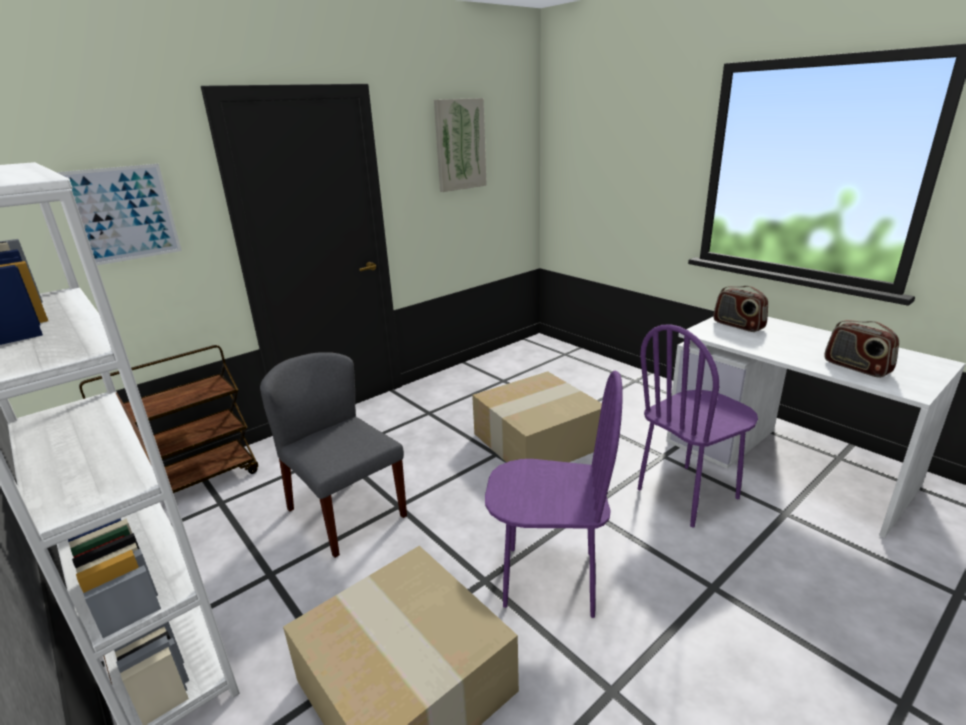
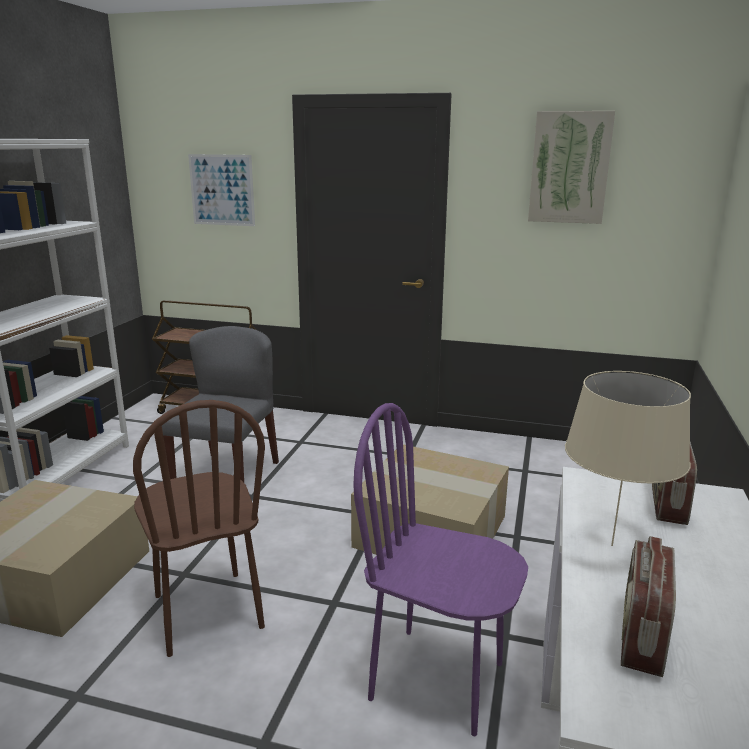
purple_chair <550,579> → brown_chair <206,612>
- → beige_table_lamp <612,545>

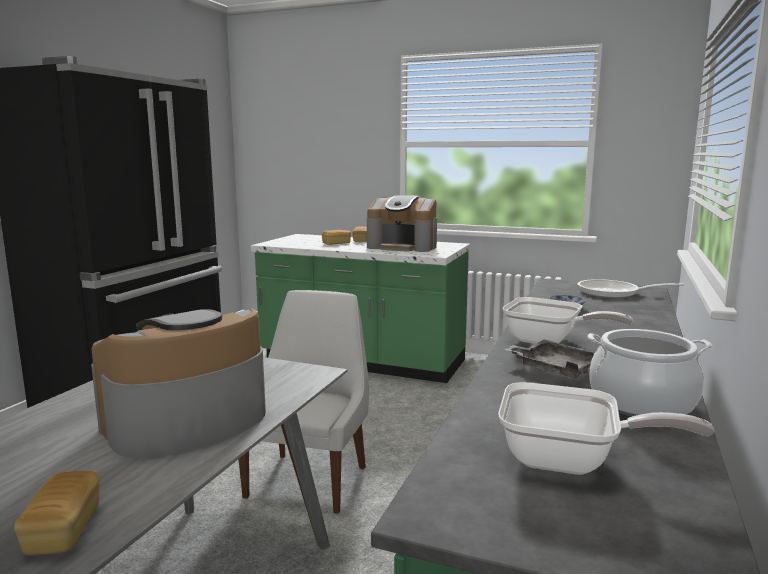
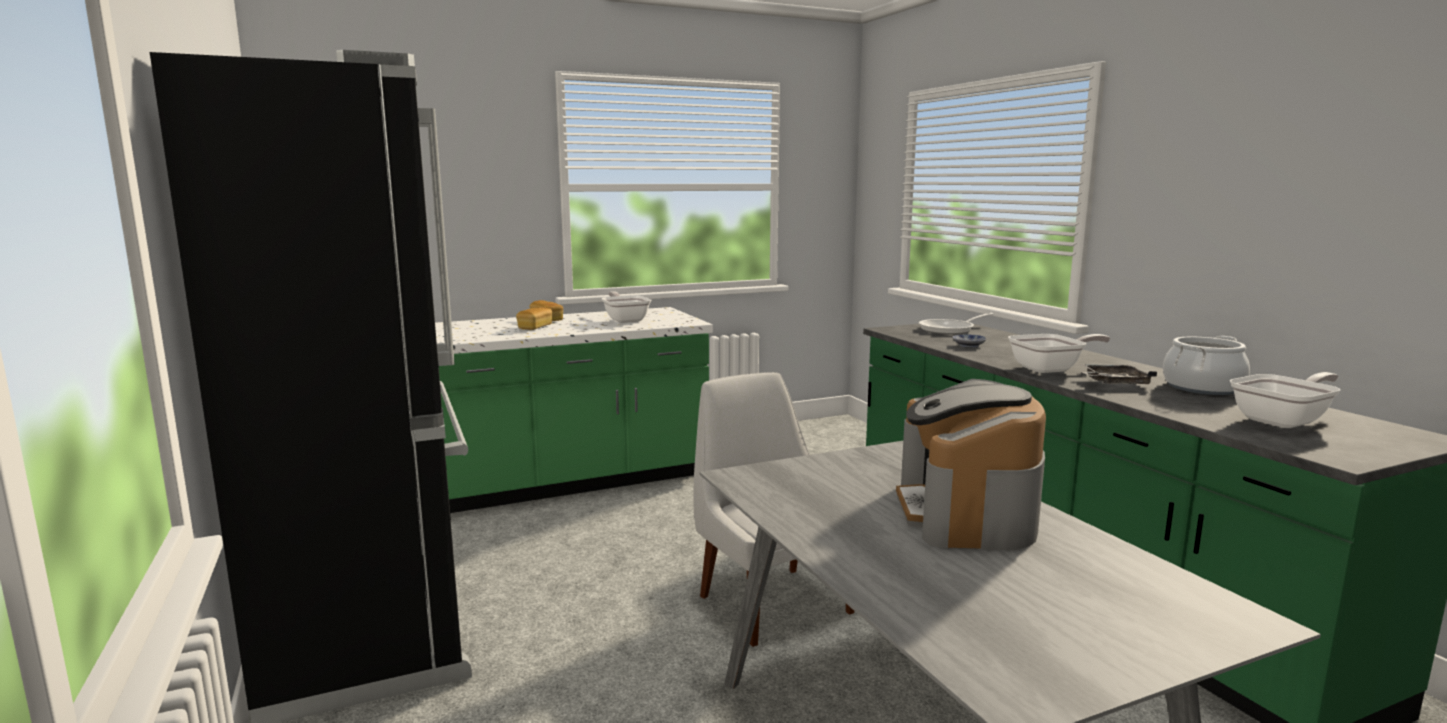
bread <63,531> → -
coffee_machine <403,247> → frying_pan <625,320>

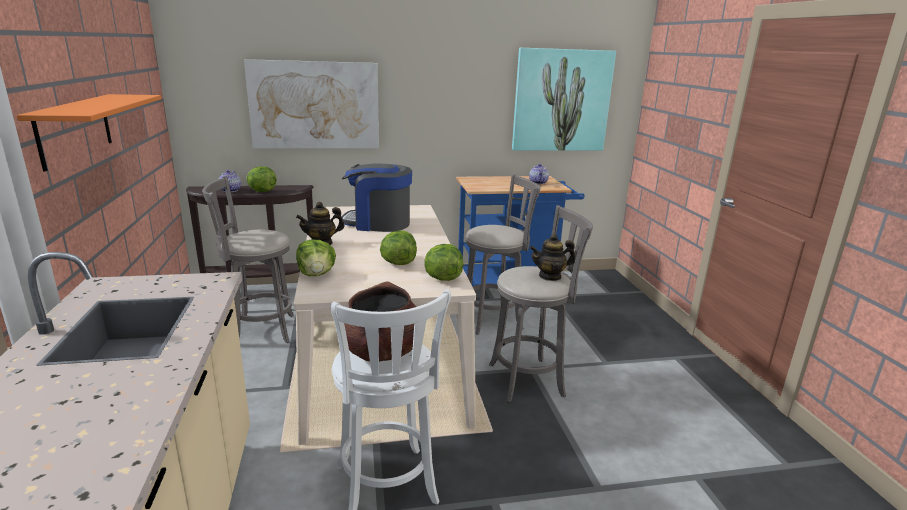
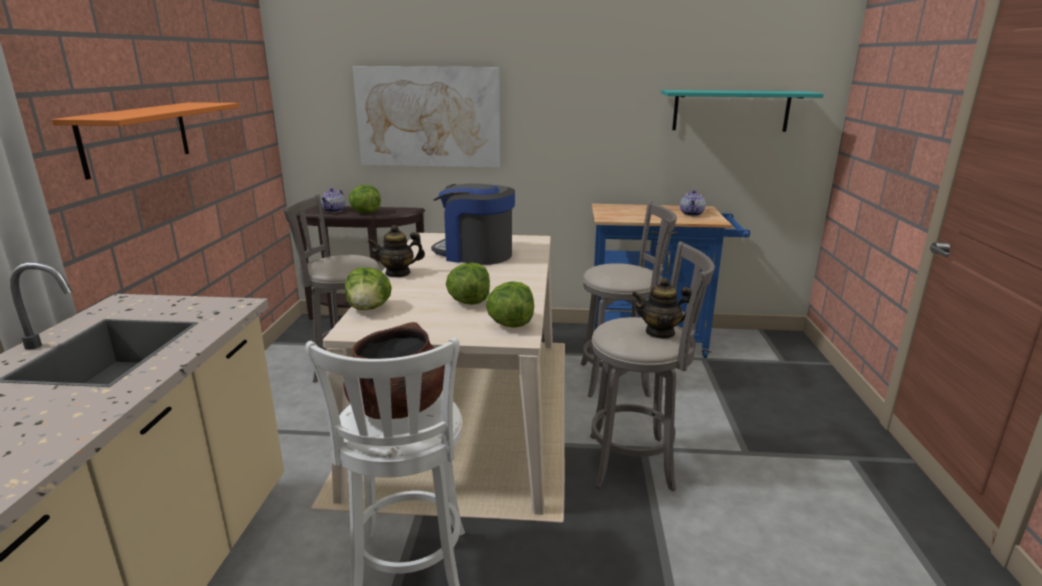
picture <561,100> → turquoise_shelf <731,110>

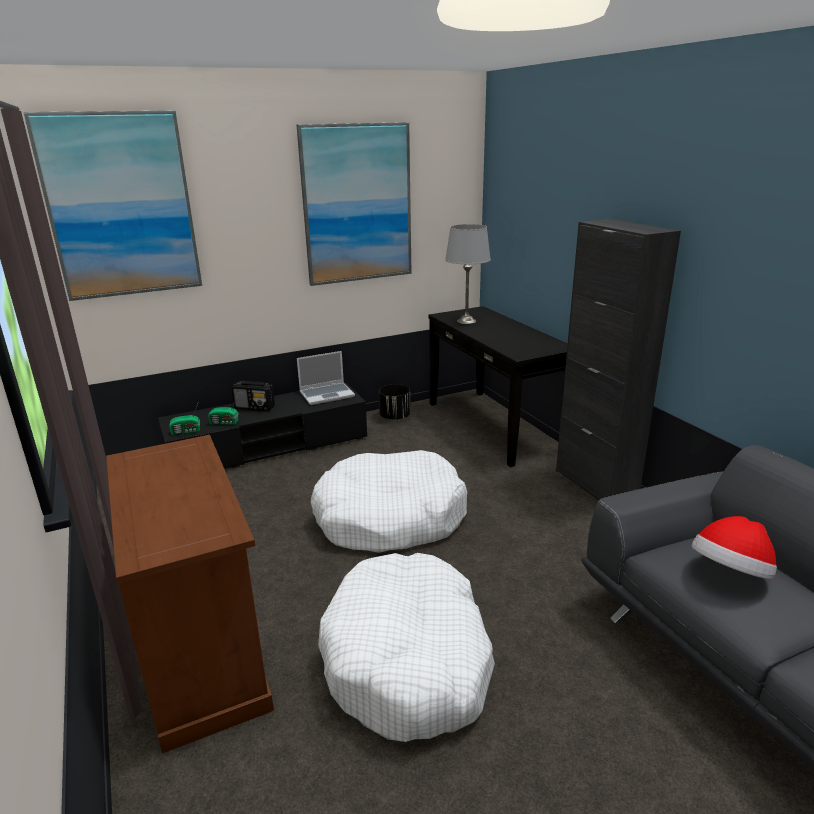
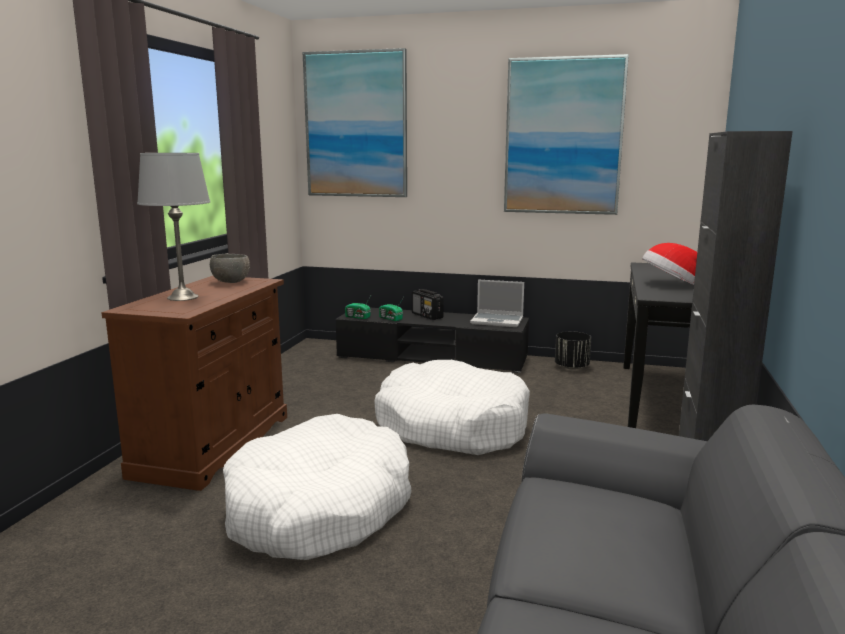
grey_table_lamp <466,321> → grey_table_lamp <183,297>, move
hat <730,573> → hat <670,284>, move
- → grey_bowl <231,282>

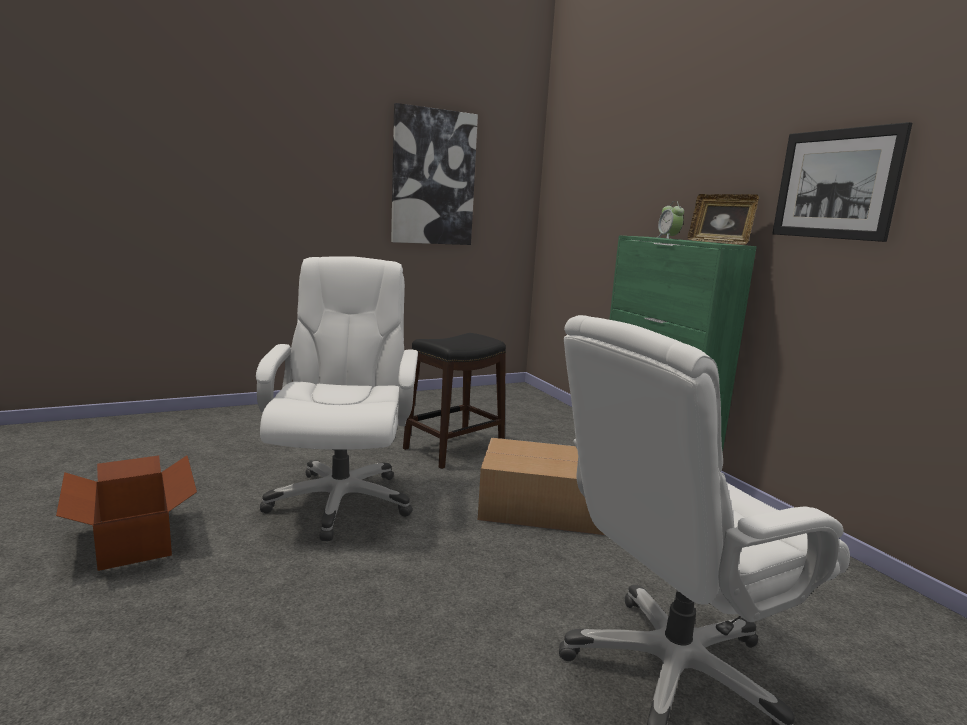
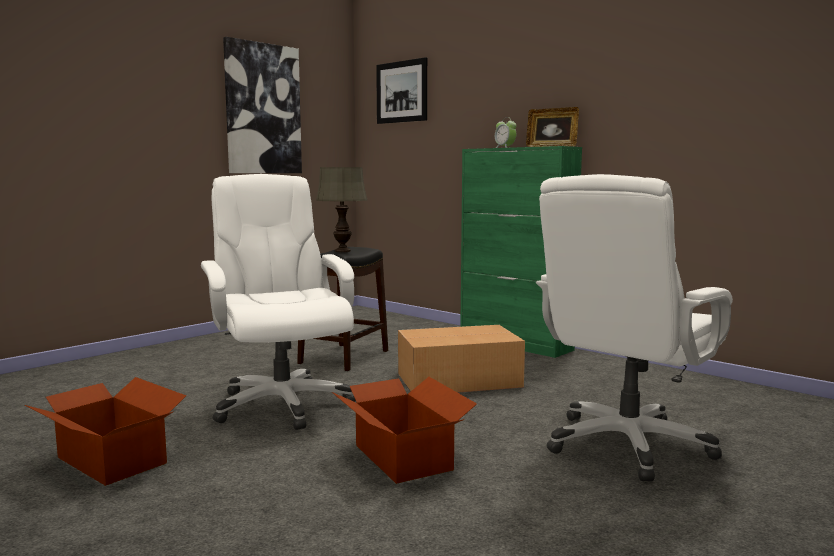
picture <836,184> → picture <401,92>, move
- → grey_table_lamp <342,251>
- → cardboard_box <402,458>

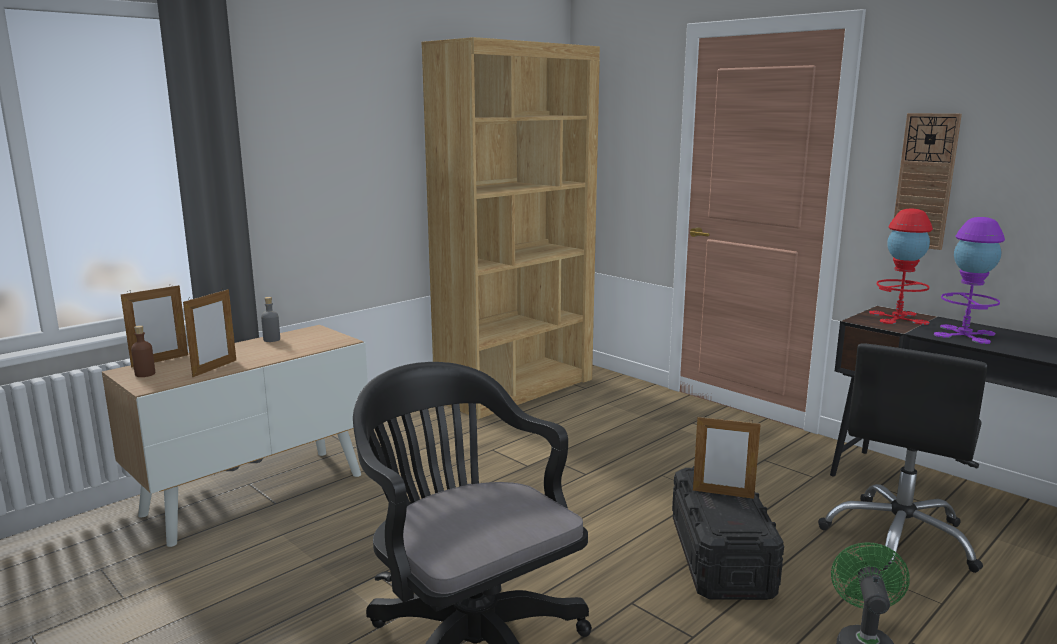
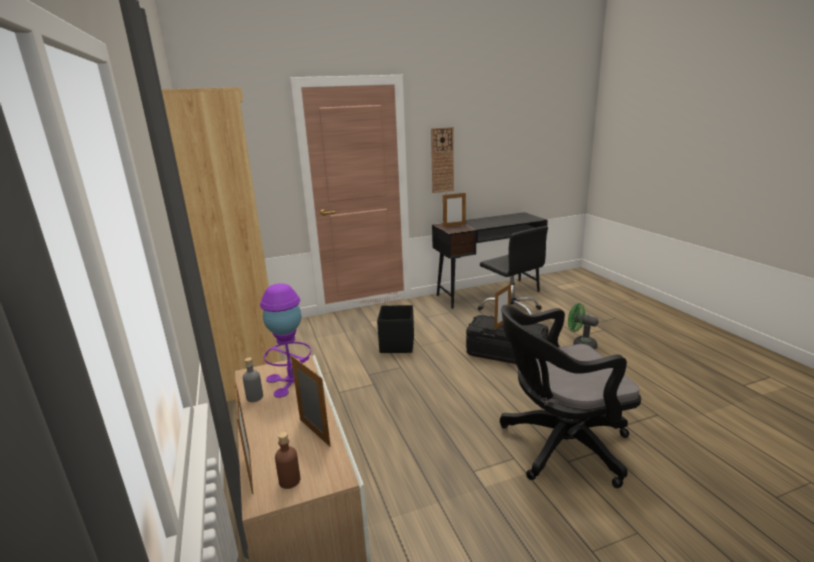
red_table_lamp <898,318> → picture_frame <454,225>
purple_table_lamp <964,334> → purple_table_lamp <292,381>, move
- → black_storage_box <396,345>

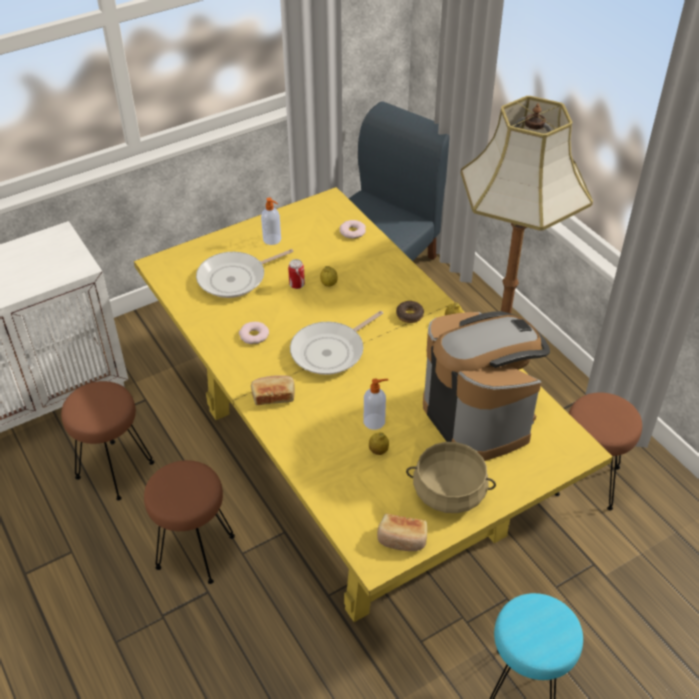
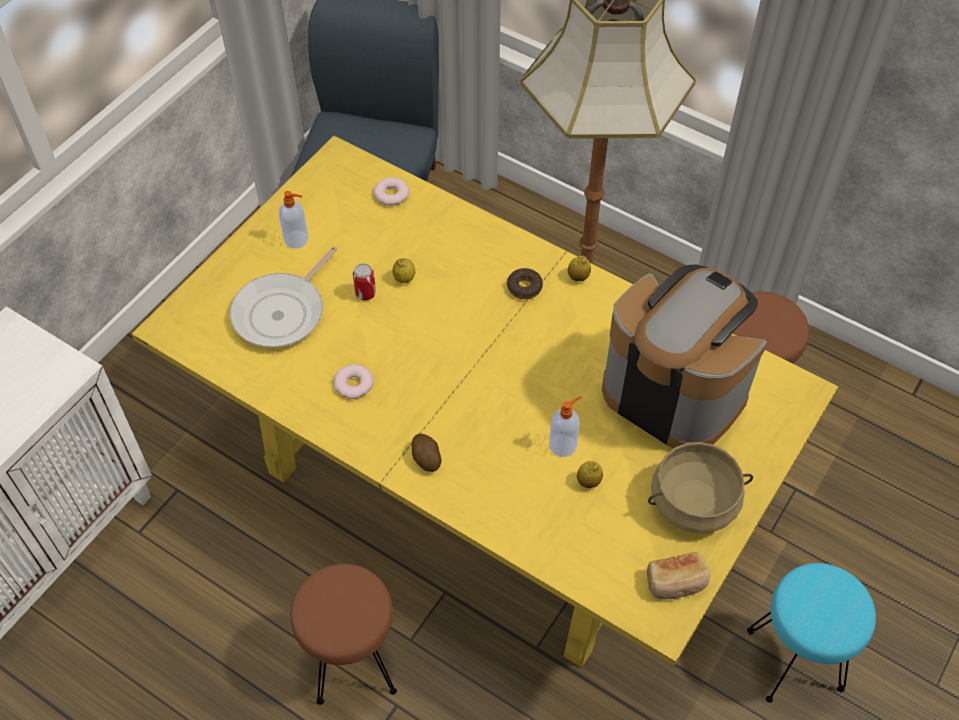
brown_stool <114,469> → -
bread <273,396> → potato <426,458>
frying_pan <331,351> → -

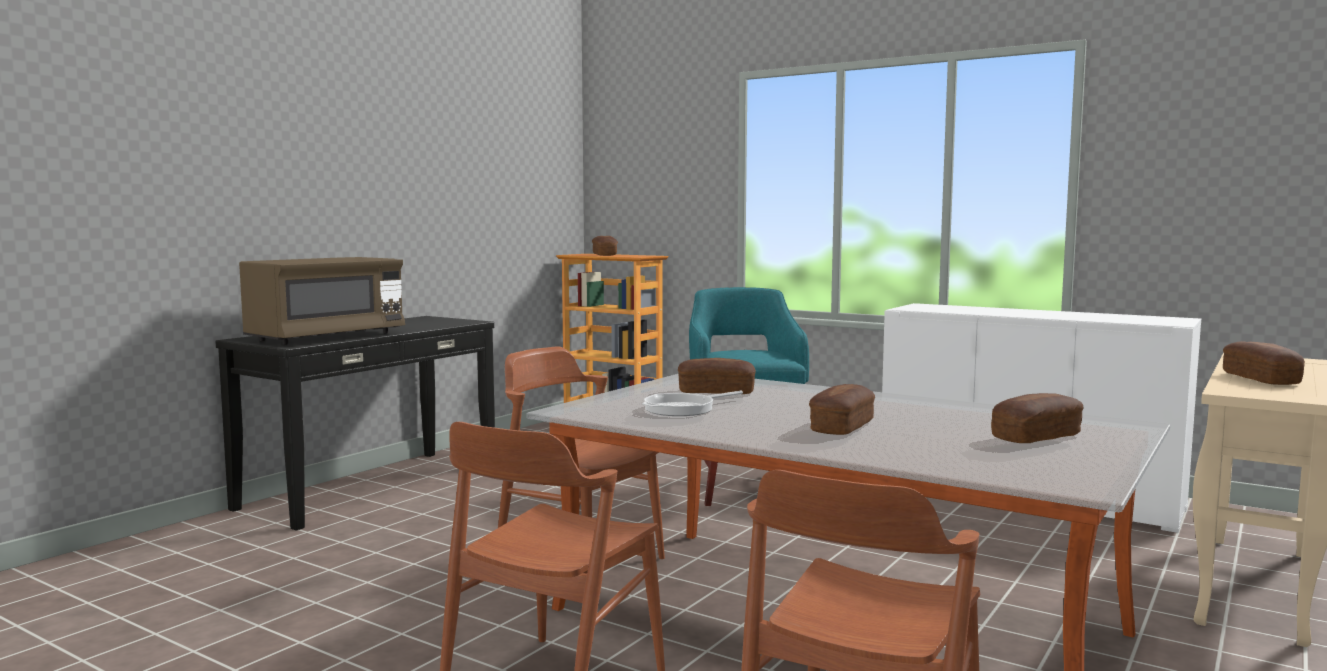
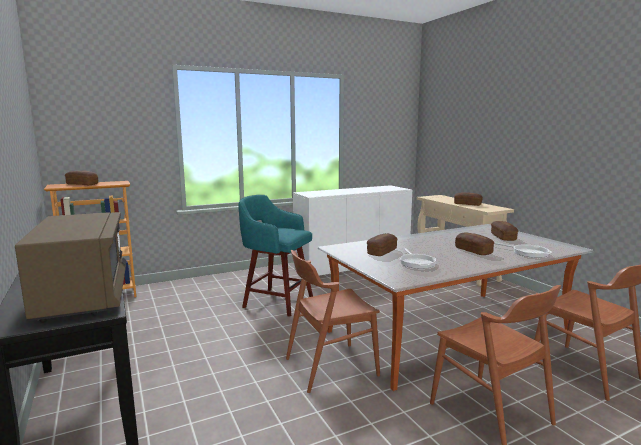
- → frying_pan <527,252>

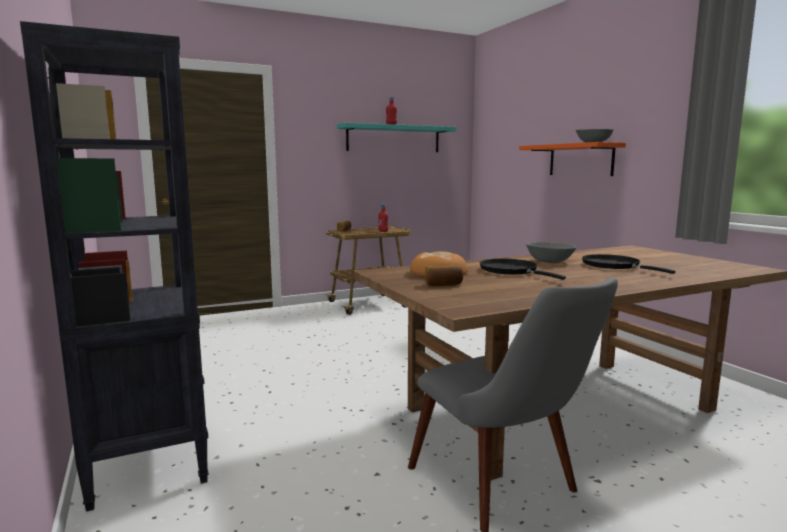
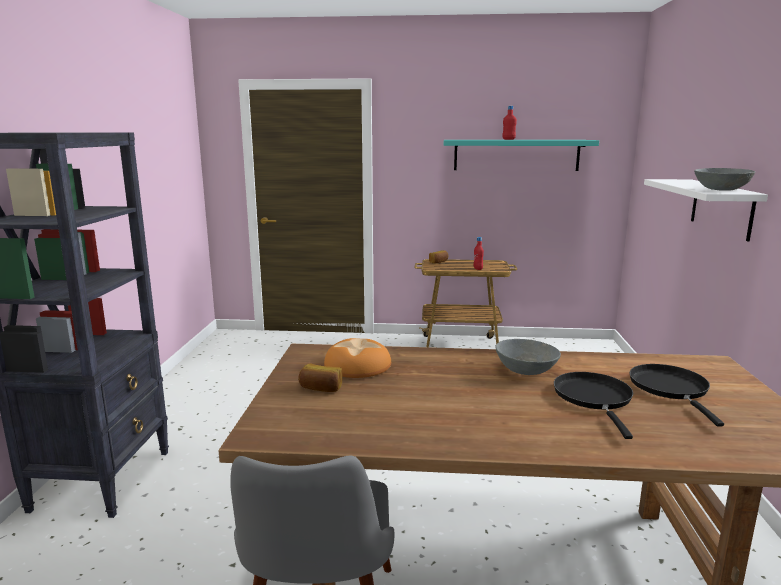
black_frying_pan <511,271> → black_frying_pan <671,389>, move
orange_shelf <580,160> → white_shelf <721,208>

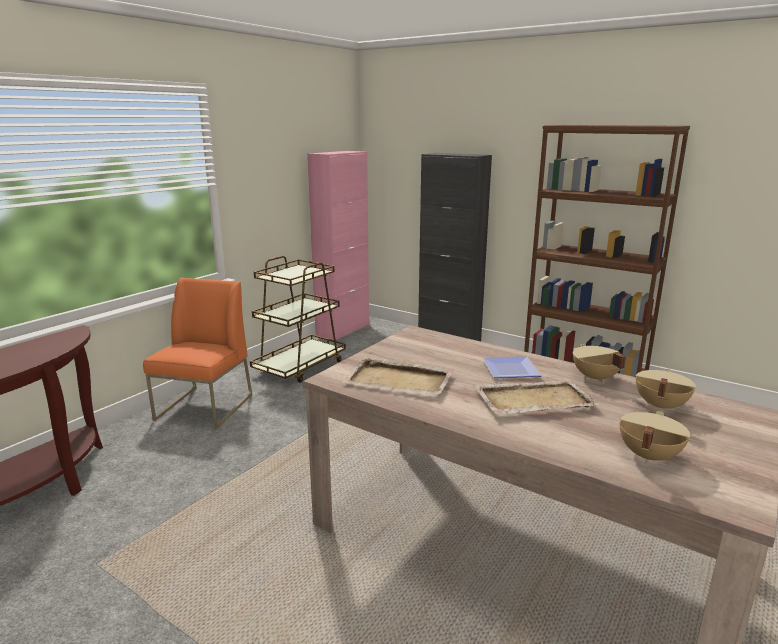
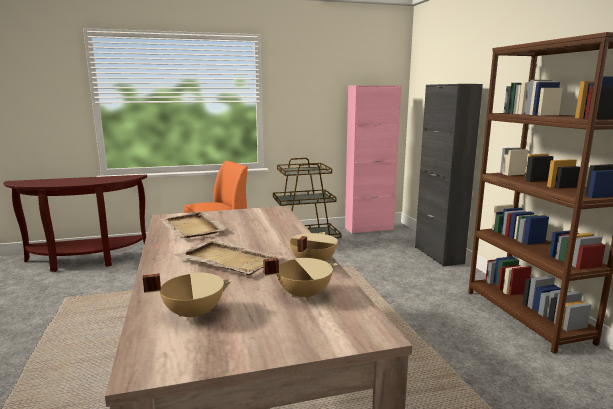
plate <508,369> → -

